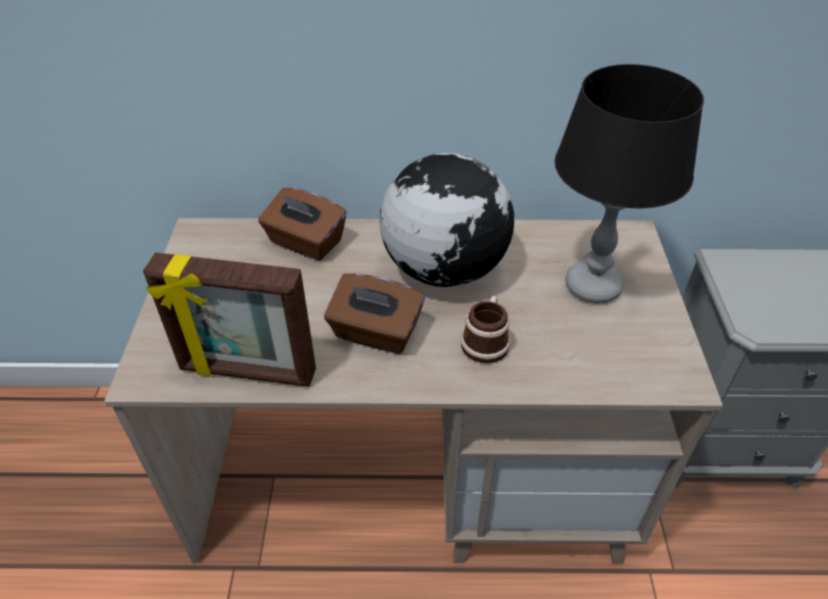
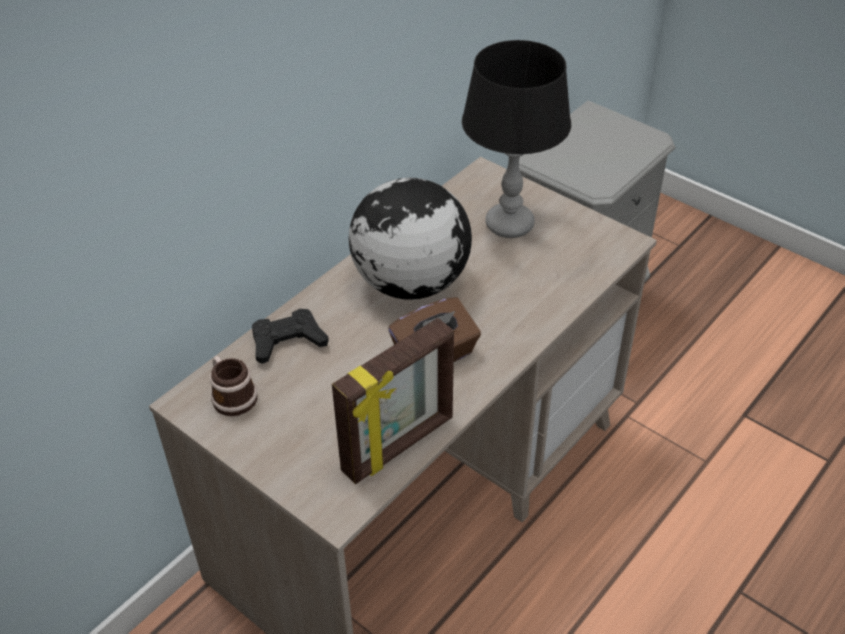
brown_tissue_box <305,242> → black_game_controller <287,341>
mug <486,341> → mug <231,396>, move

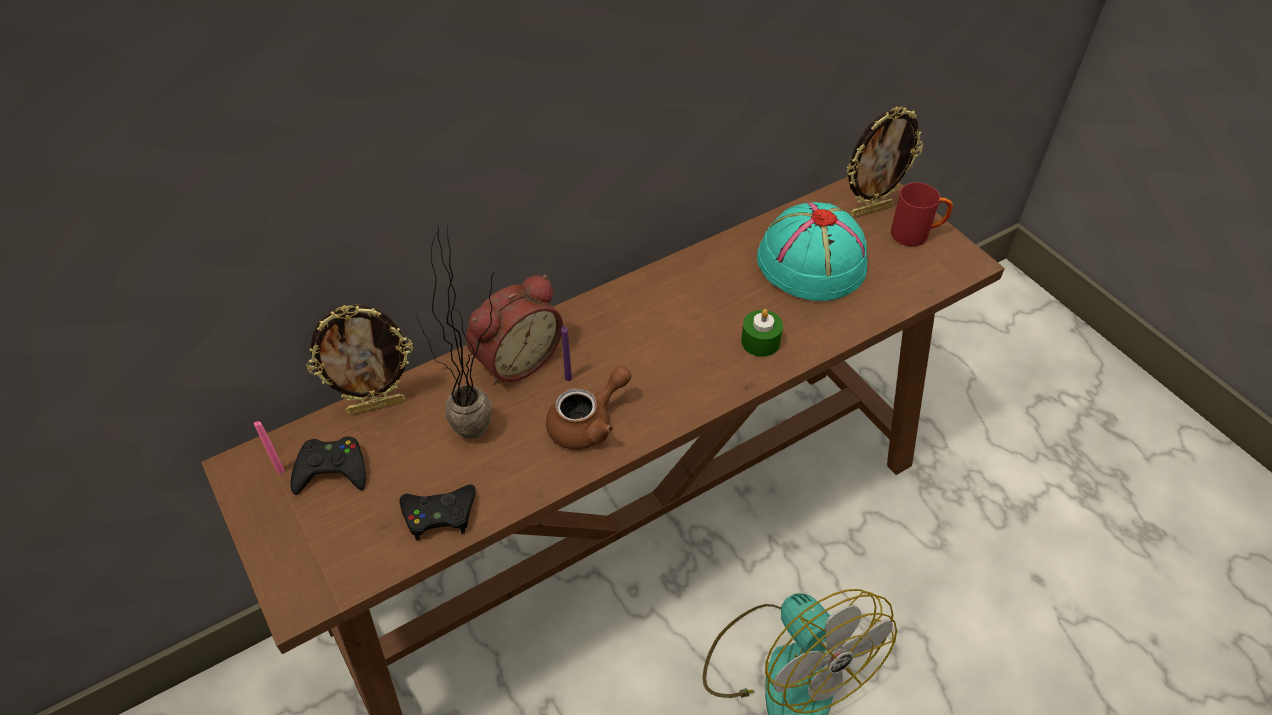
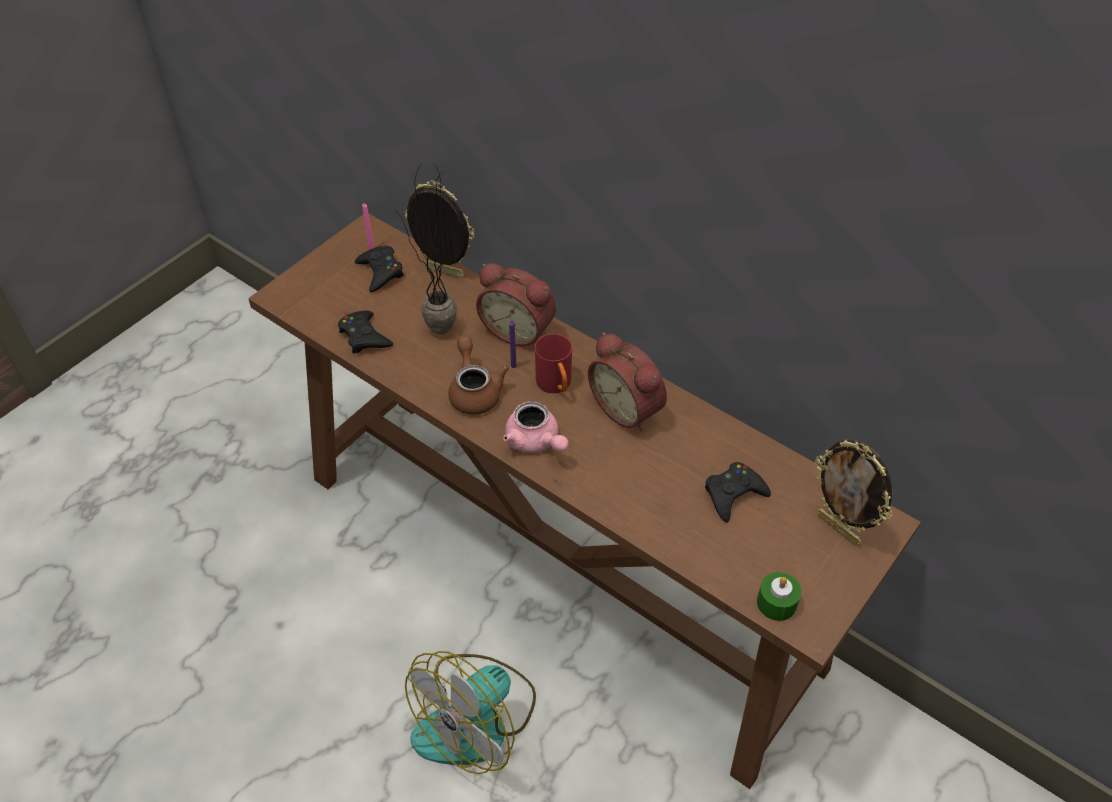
picture_frame <377,405> → picture_frame <443,272>, 150 degrees clockwise
brown_teapot <588,423> → brown_teapot <474,391>, 135 degrees counterclockwise
green_candle <760,341> → green_candle <776,603>, move
turquoise_hat <810,262> → black_game_controller <733,494>
red_mug <916,234> → red_mug <556,386>, move
- → pink_teapot <535,442>
- → alarm_clock <628,408>

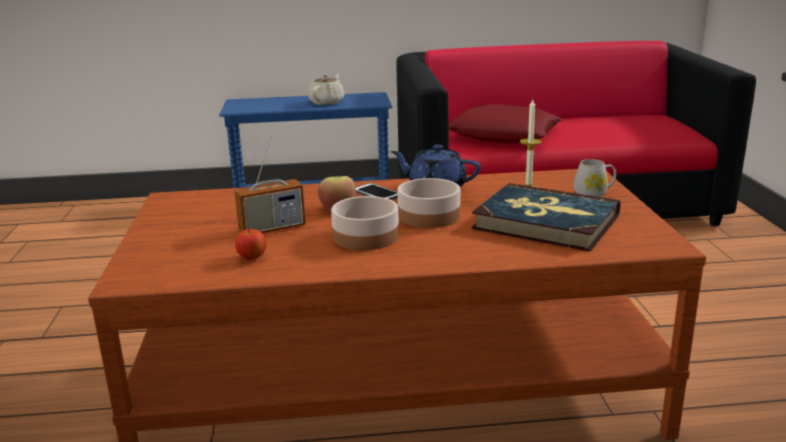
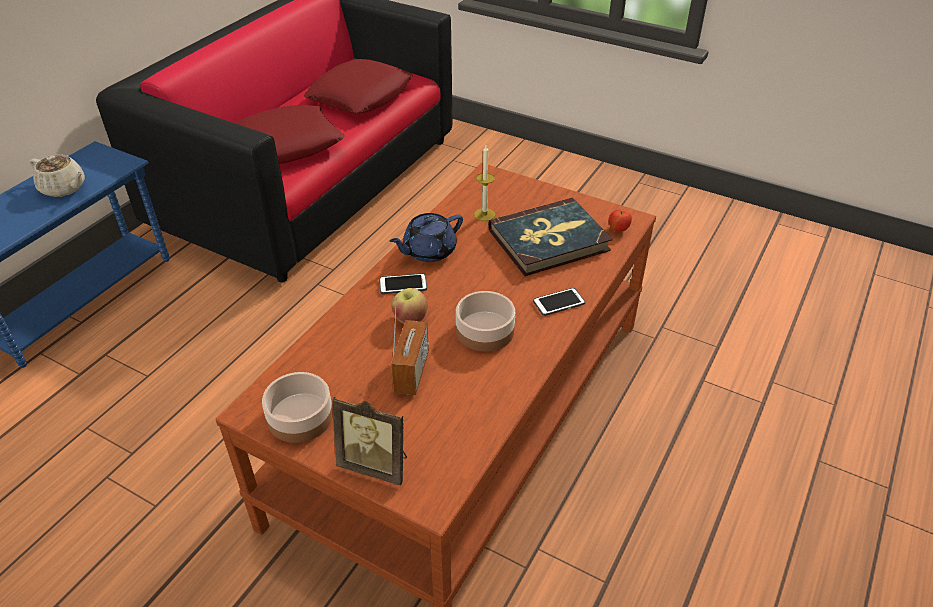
apple <252,258> → apple <618,229>, move
beige_teapot <327,102> → beige_teapot <64,188>, 150 degrees clockwise
bowl <428,216> → bowl <300,417>, move
white_mug <594,194> → -
- → red_pillow <360,95>
- → picture_frame <376,464>
- → phone <559,302>

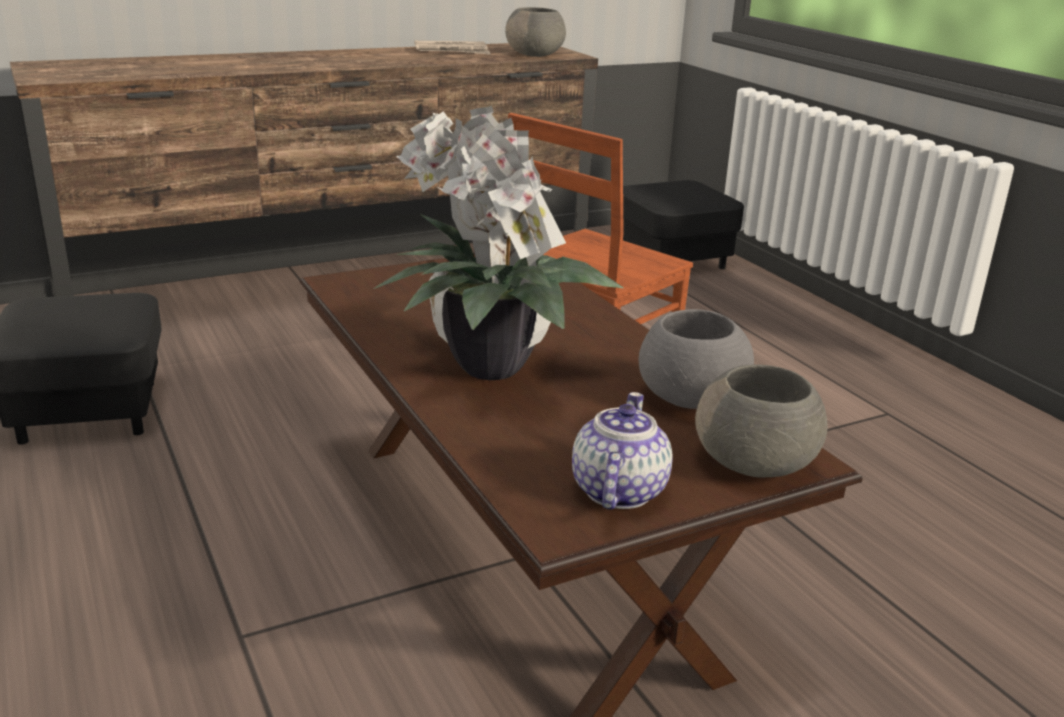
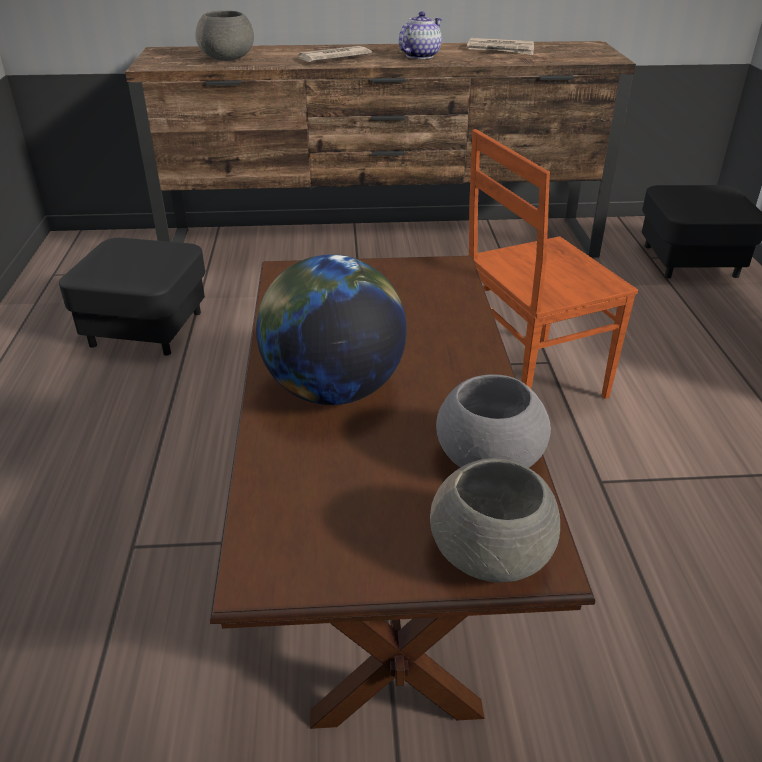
potted_plant <491,372> → globe <333,389>
grey_bowl <535,55> → grey_bowl <228,58>, move
teapot <617,490> → teapot <419,56>, move
- → newspaper <333,58>

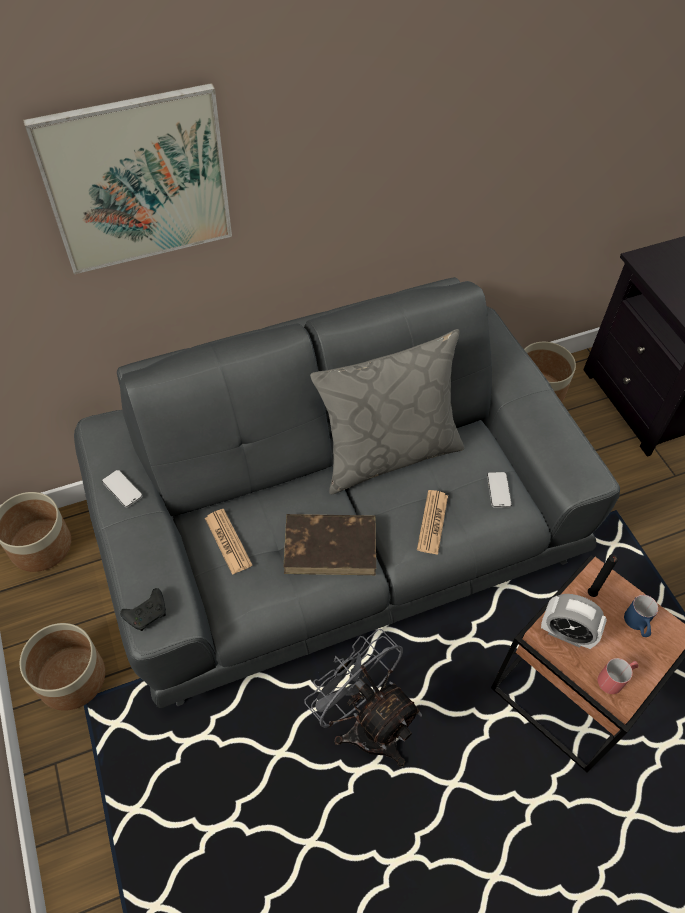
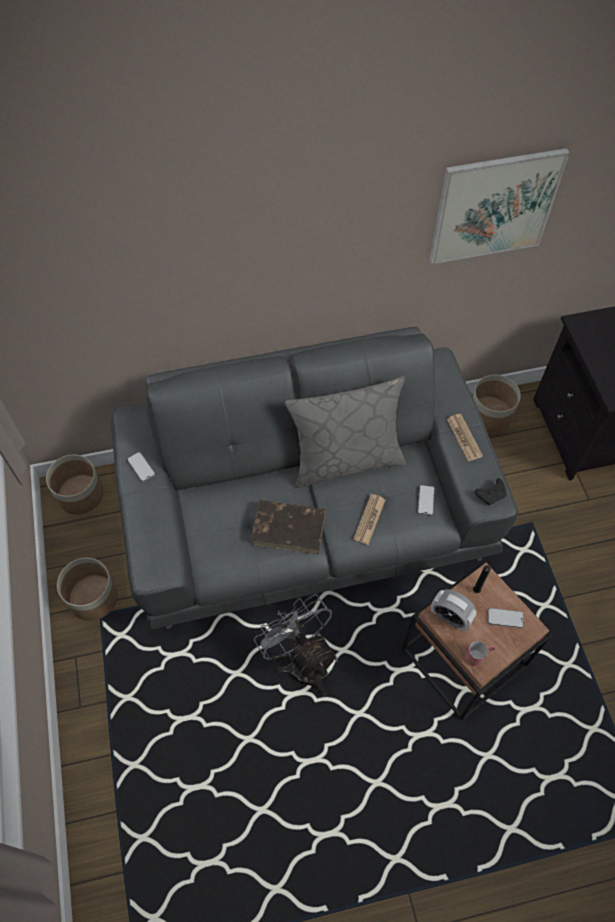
picture <137,181> → picture <494,206>, move
black_game_controller <147,613> → black_game_controller <491,494>, move
newspaper <228,541> → newspaper <464,437>, move
blue_mug <637,625> → phone <505,618>

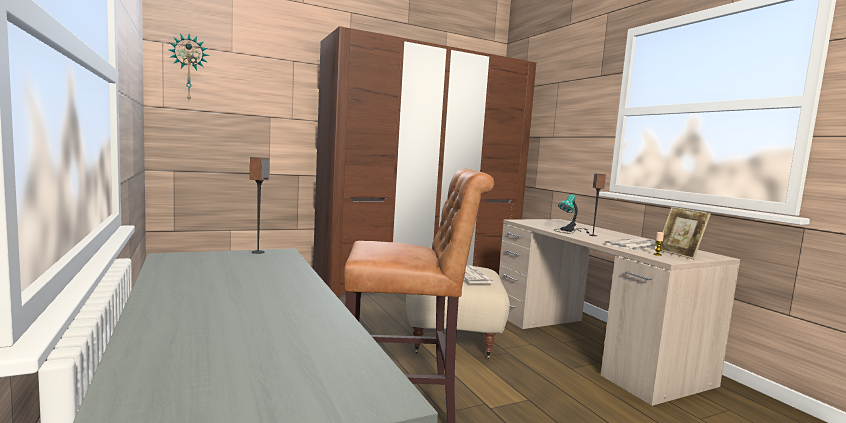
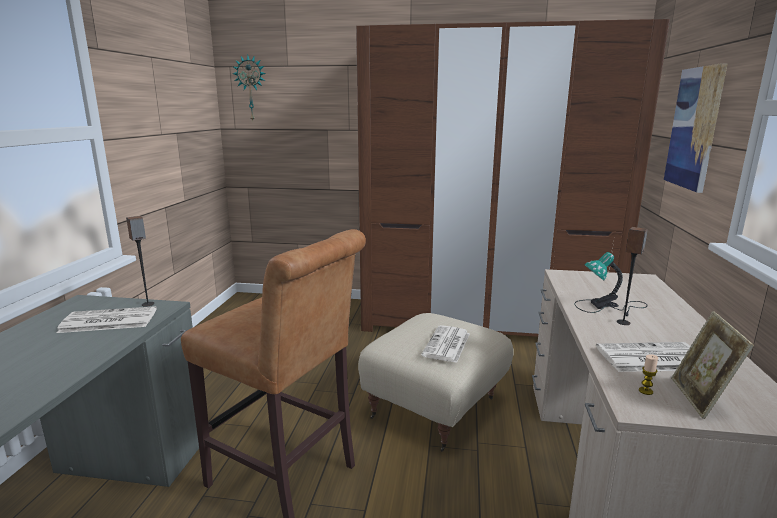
- → newspaper <107,321>
- → picture <694,128>

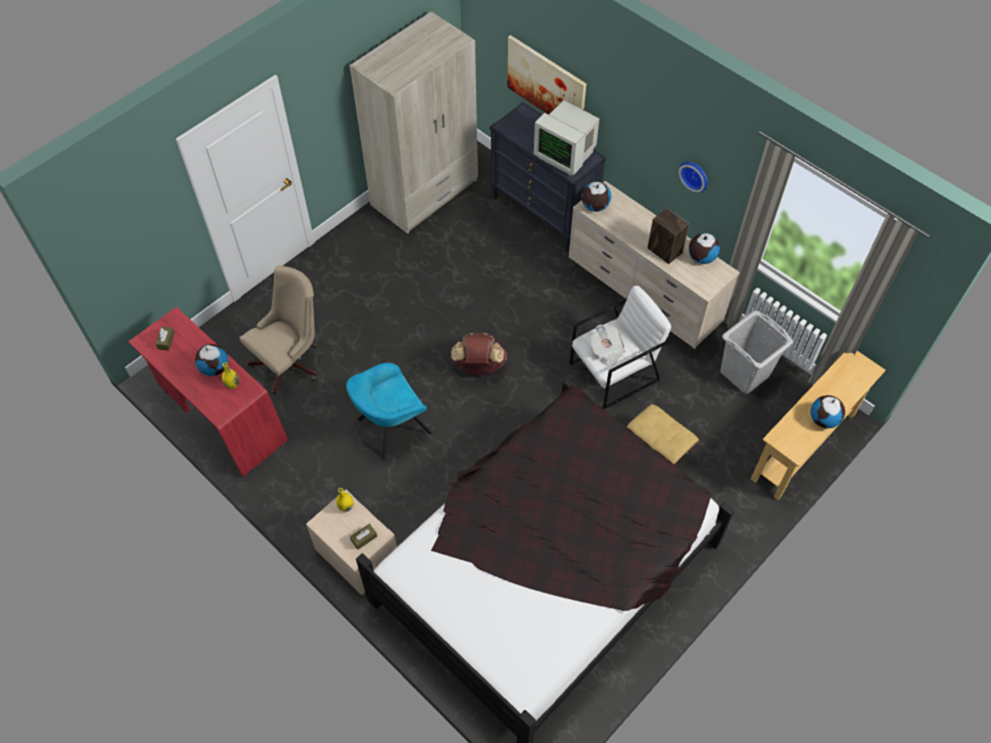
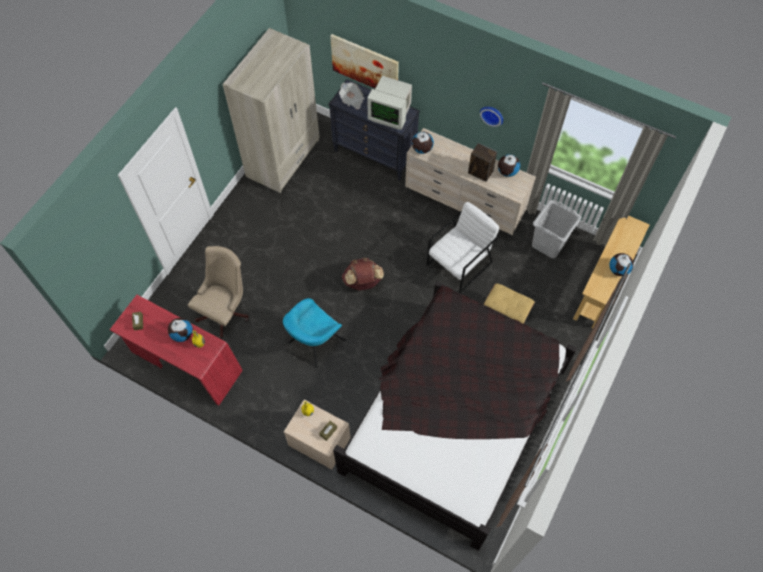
newspaper <607,350> → newspaper <352,100>, move

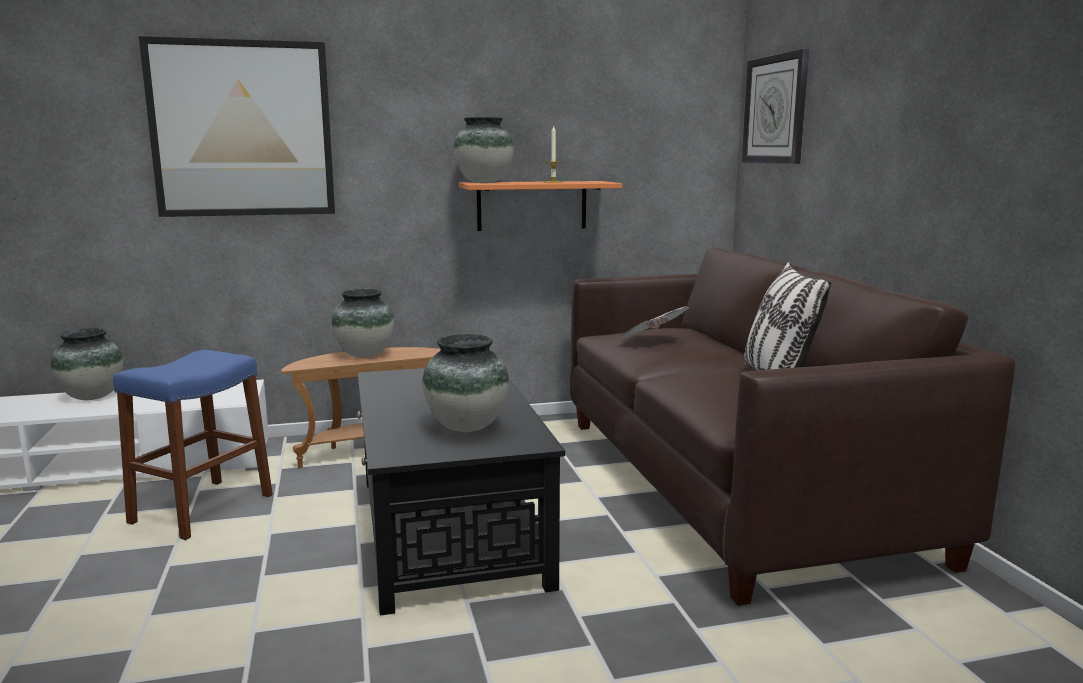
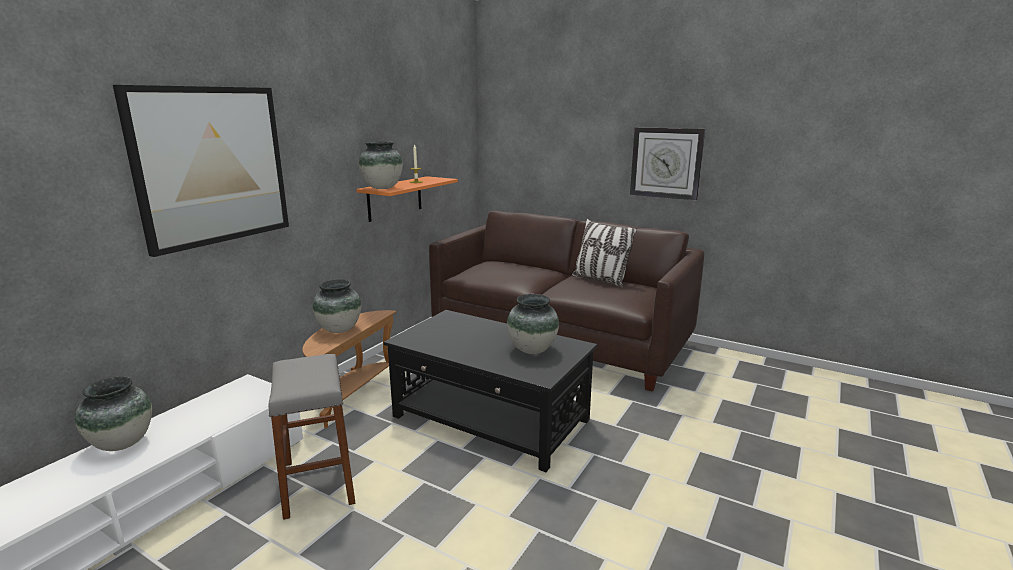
blue_stool <202,508> → grey_stool <318,482>
newspaper <652,341> → -
wall_clock <775,110> → wall_clock <666,163>, move

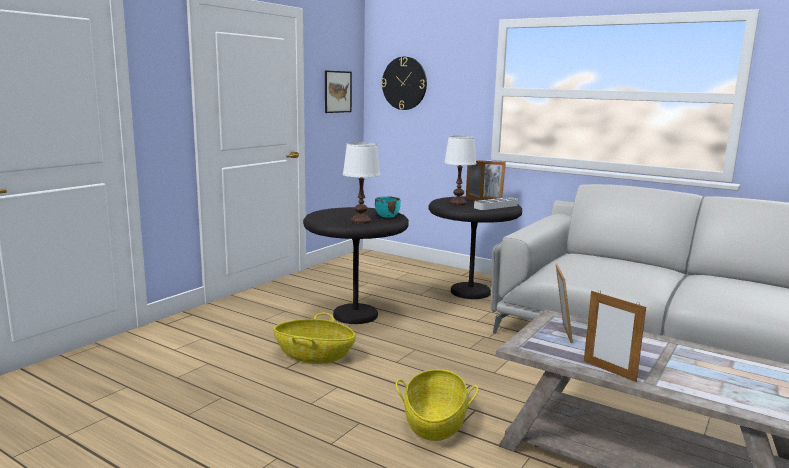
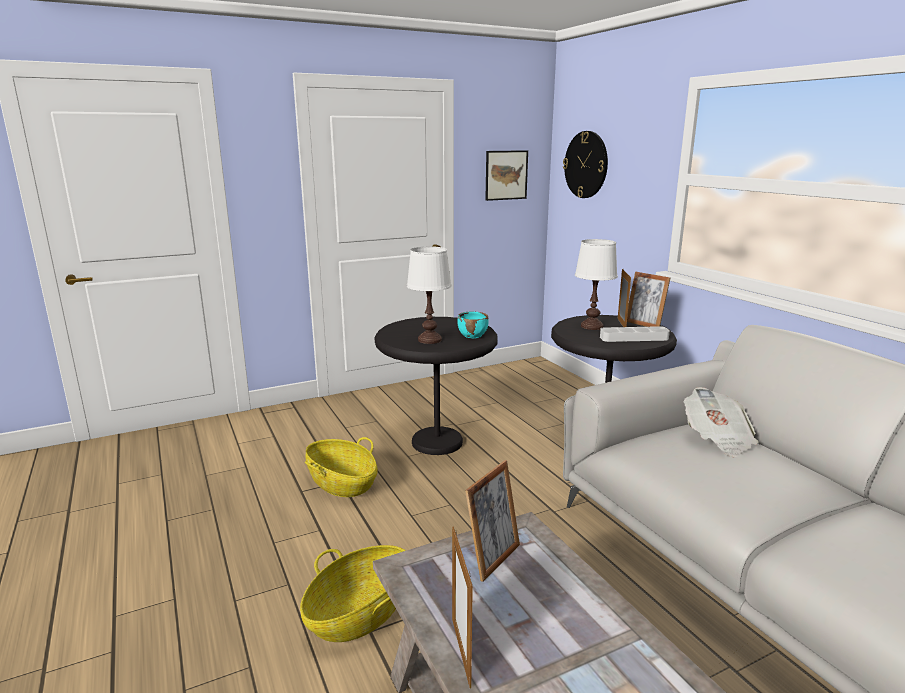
- → newspaper <717,439>

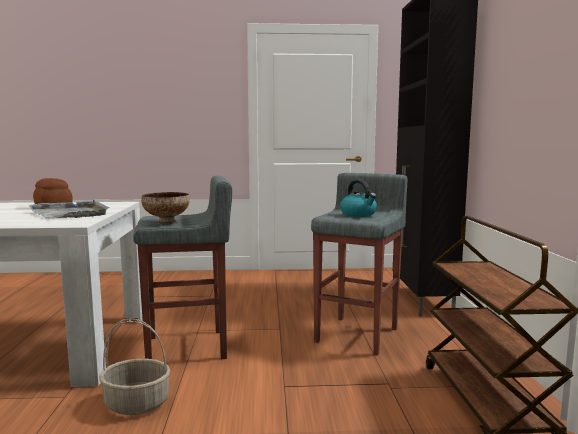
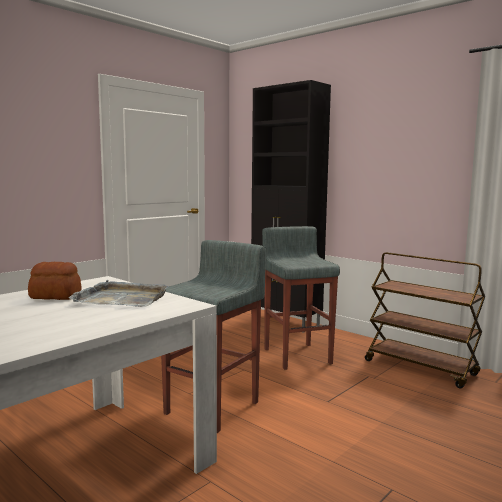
basket <137,403> → -
bowl <167,222> → -
kettle <359,214> → -

